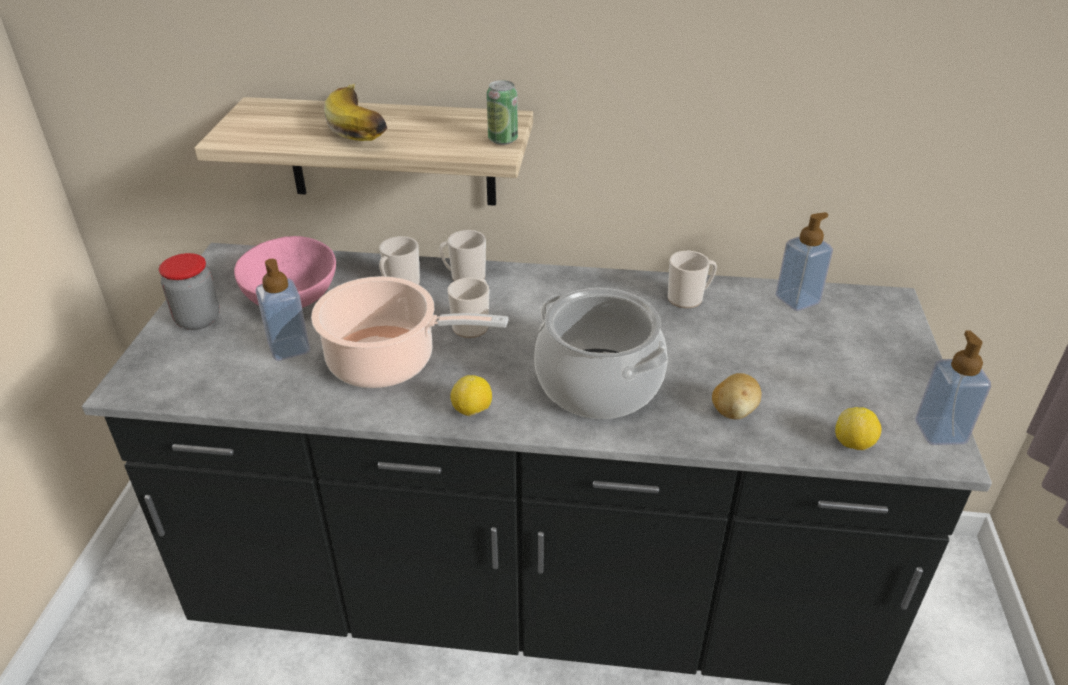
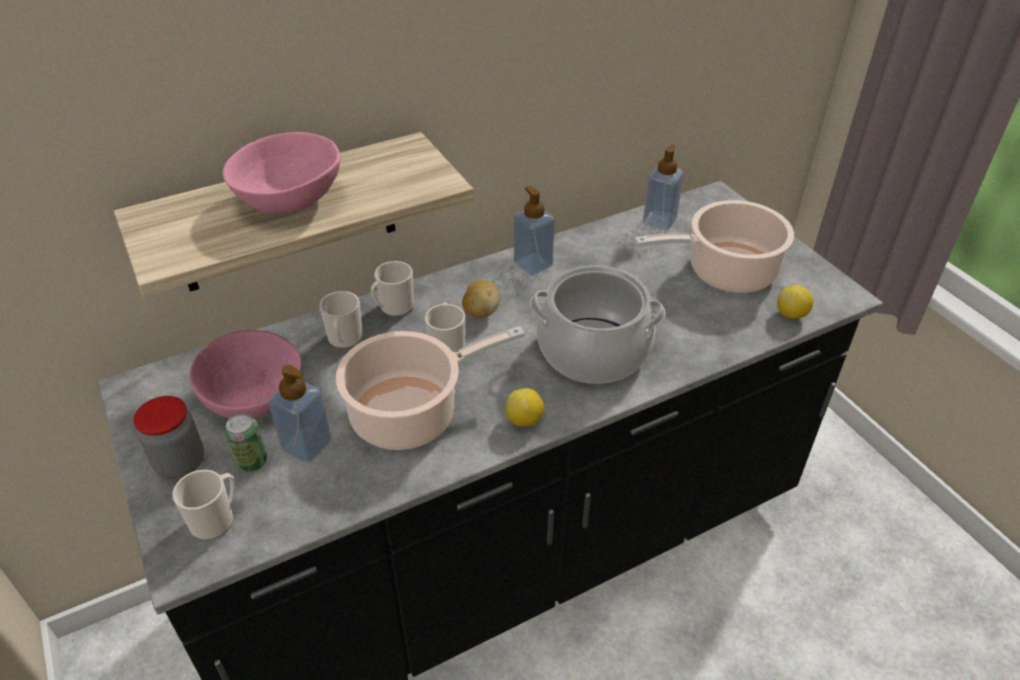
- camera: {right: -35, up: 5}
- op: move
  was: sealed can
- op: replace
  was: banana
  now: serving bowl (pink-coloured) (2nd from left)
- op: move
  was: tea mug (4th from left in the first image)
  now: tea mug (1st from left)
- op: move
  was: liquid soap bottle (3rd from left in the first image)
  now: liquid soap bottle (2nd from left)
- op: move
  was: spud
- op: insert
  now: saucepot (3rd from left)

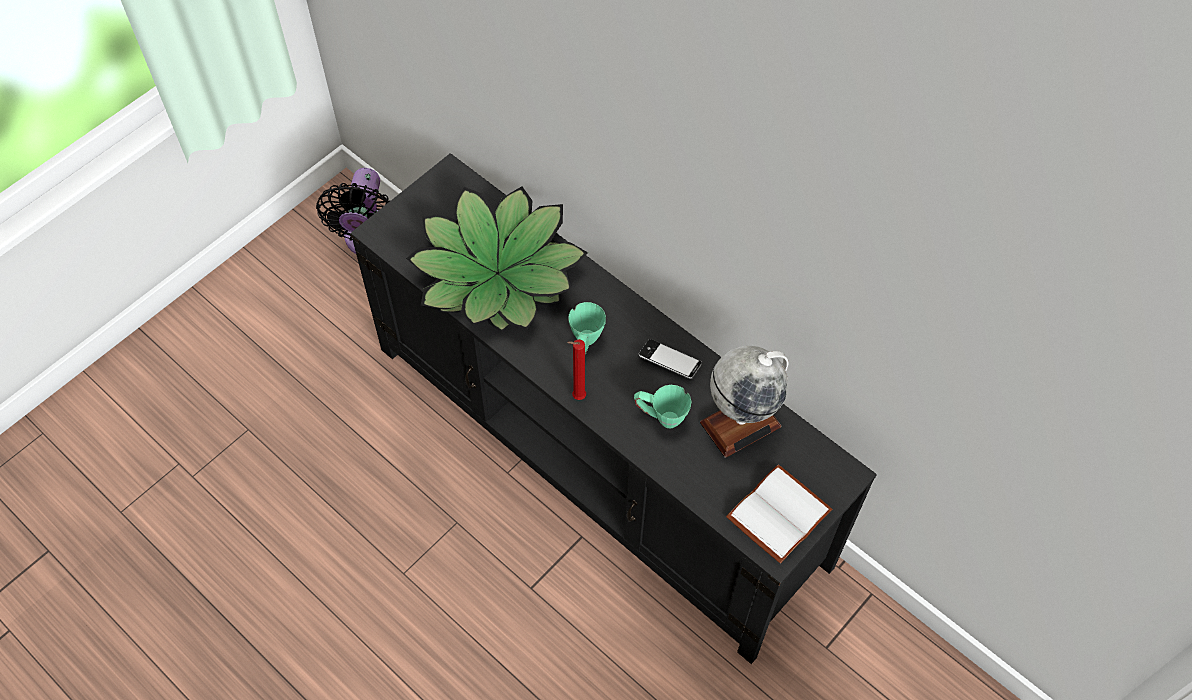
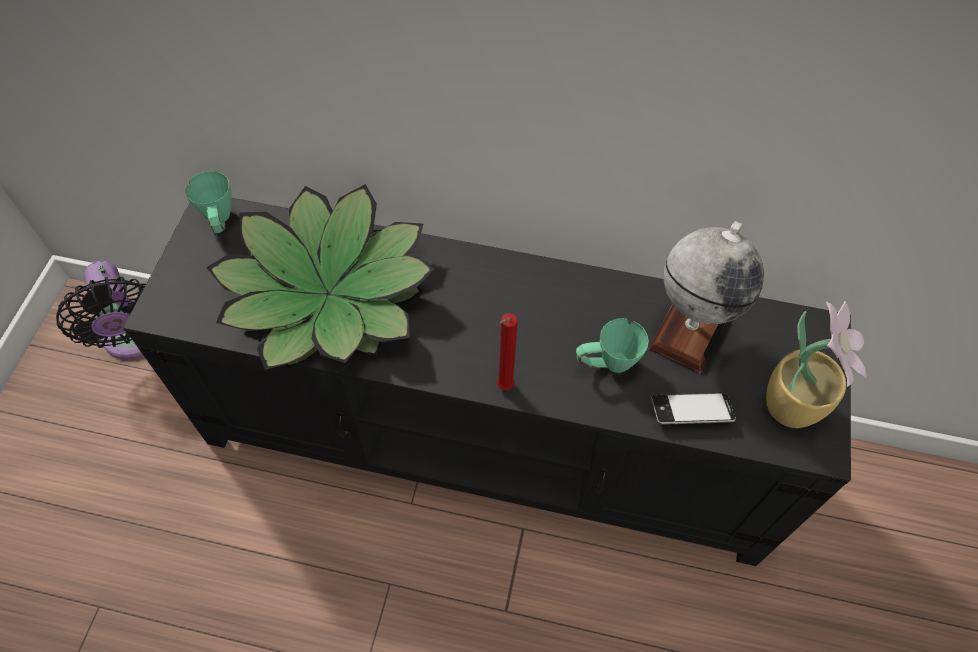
- camera: {right: -30, up: 0}
- op: move
  was: tea mug (greenish) (1st from left)
- op: move
  was: handset
- op: replace
  was: book (white)
  now: plant in a pot (2nd from left)

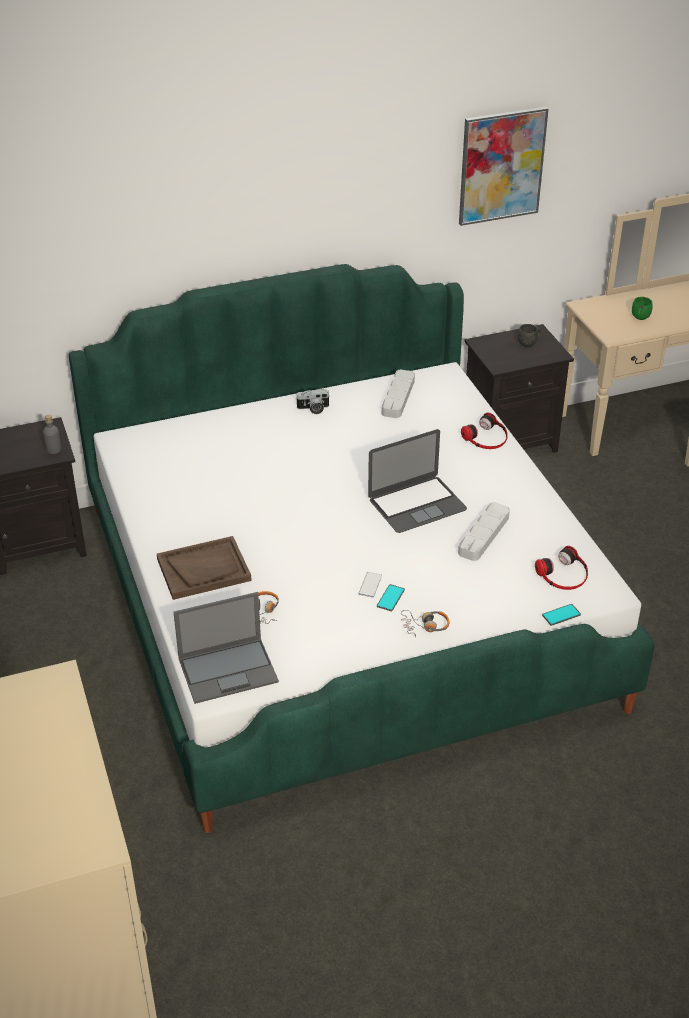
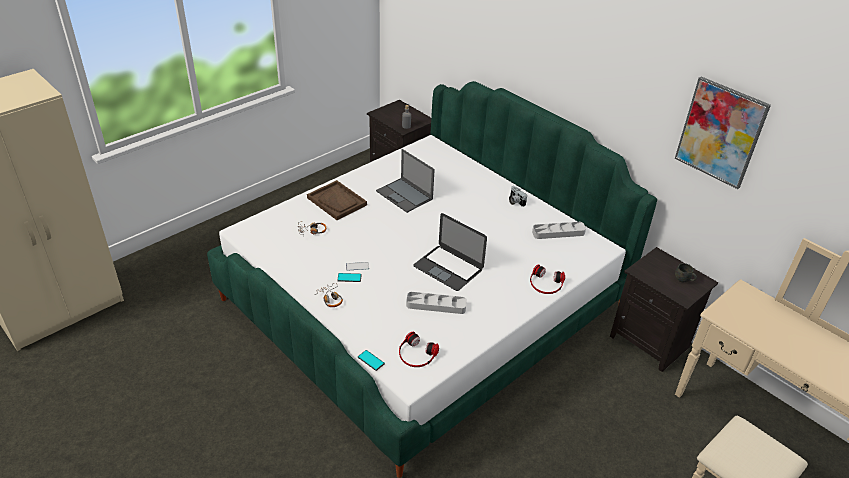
- camera: {right: 65, up: 0}
- op: delete
  was: tea mug (greenish)
- op: move
  was: laptop (1st from left)

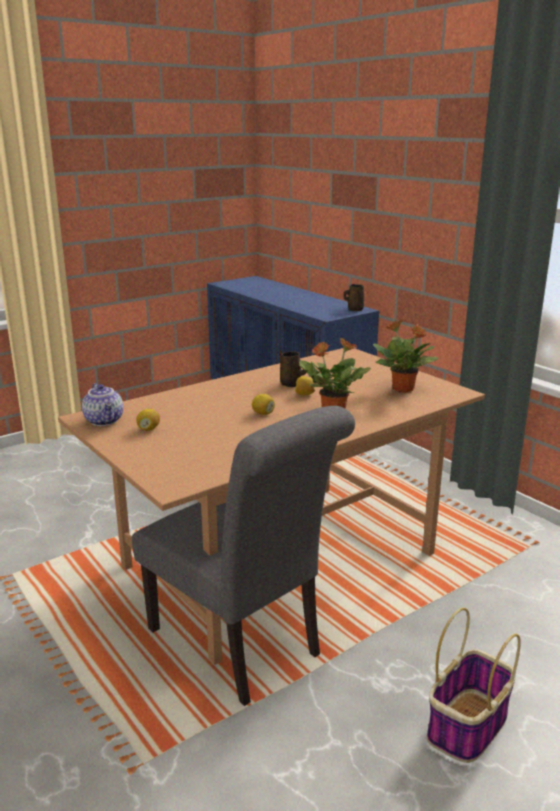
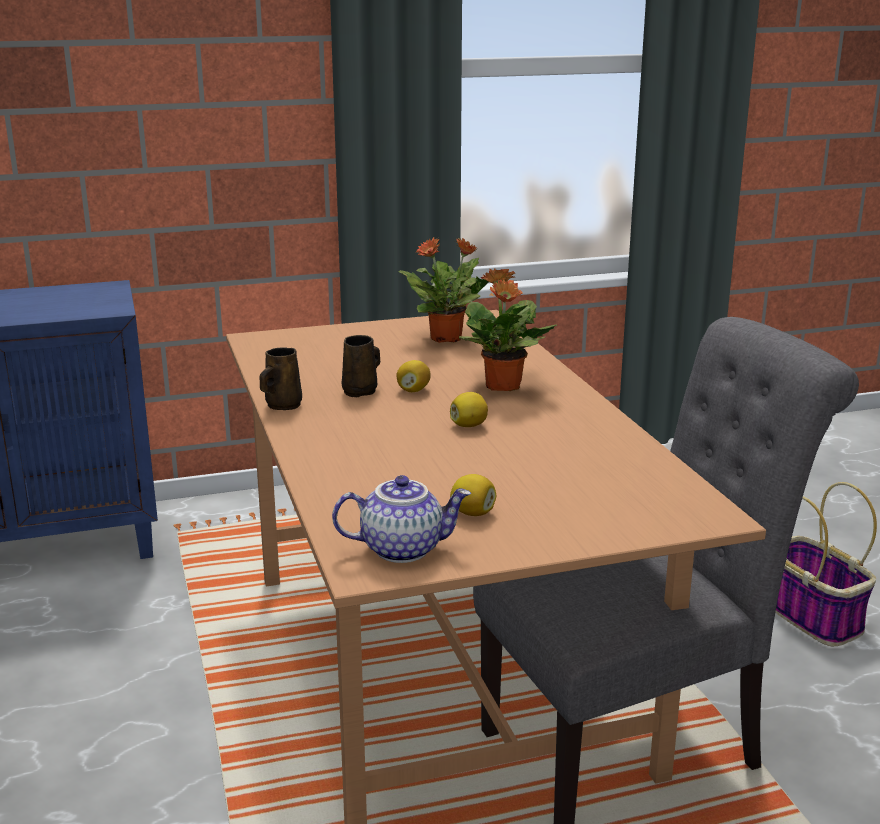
- camera: {right: -70, up: 0}
- op: move
  was: tea mug (brown) (2nd from left in the first image)
  now: tea mug (brown) (1st from left)

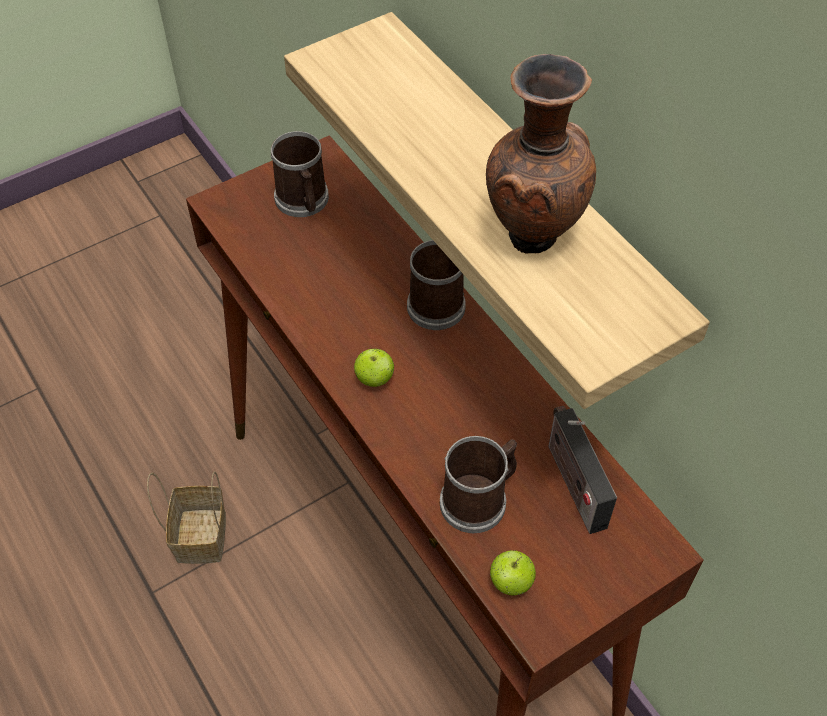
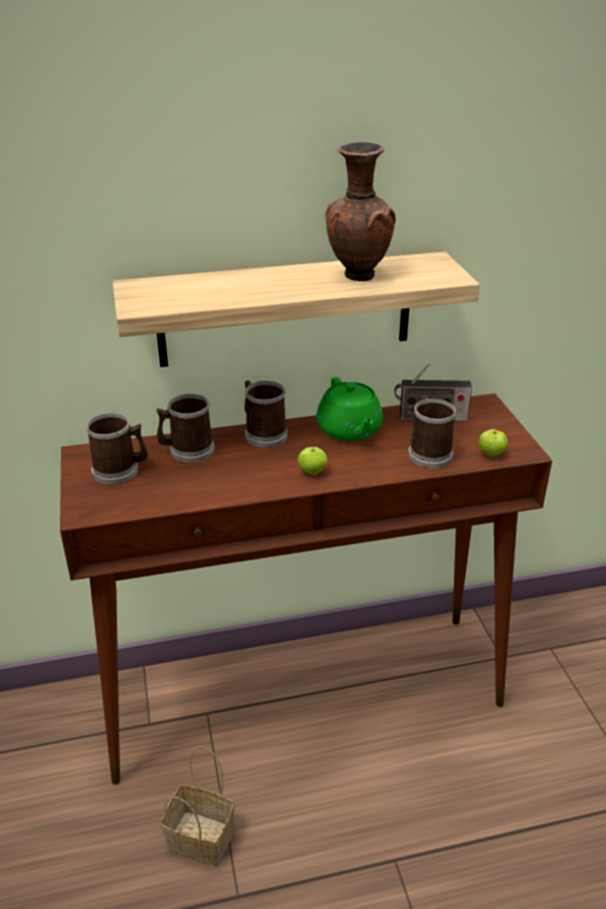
- camera: {right: -70, up: -20}
- op: insert
  now: teapot (greenish)
- op: insert
  now: tea mug (2nd from left)

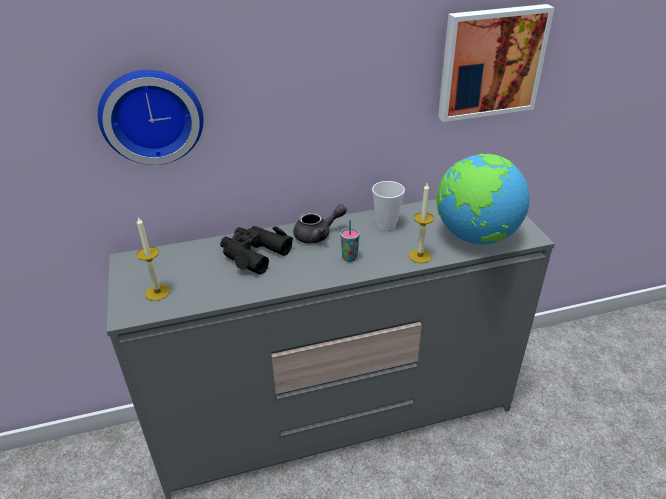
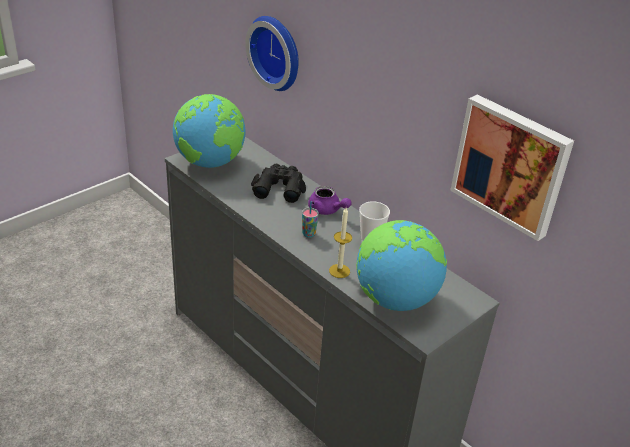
- camera: {right: 60, up: 0}
- op: recolor
  was: teapot (grey)
  now: teapot (purplish)
- op: replace
  was: wax light (1st from left)
  now: desk globe (1st from left)

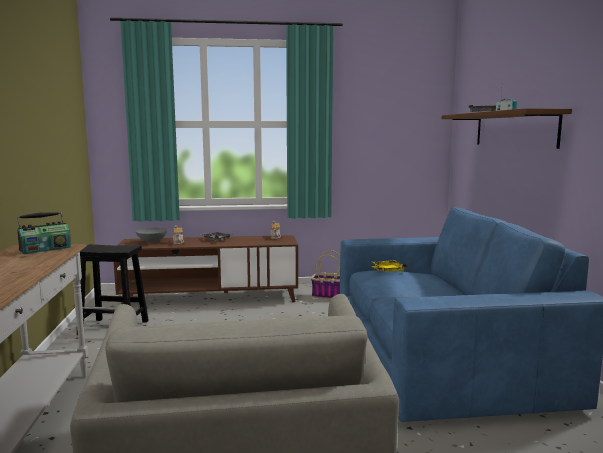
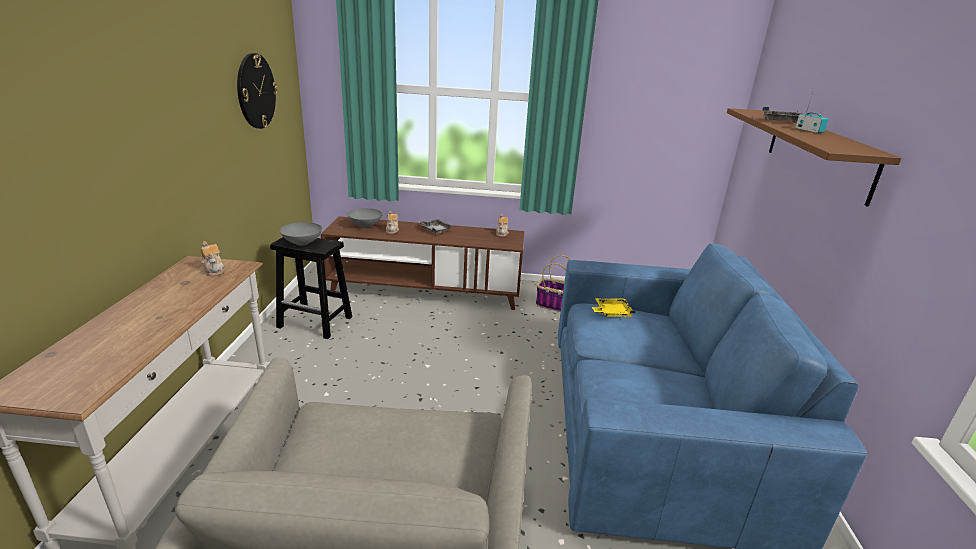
- camera: {right: 10, up: 15}
- op: replace
  was: radio receiver (1st from left)
  now: teapot (1st from left)
- op: insert
  now: wall clock
- op: insert
  now: serving bowl (grey) (1st from left)

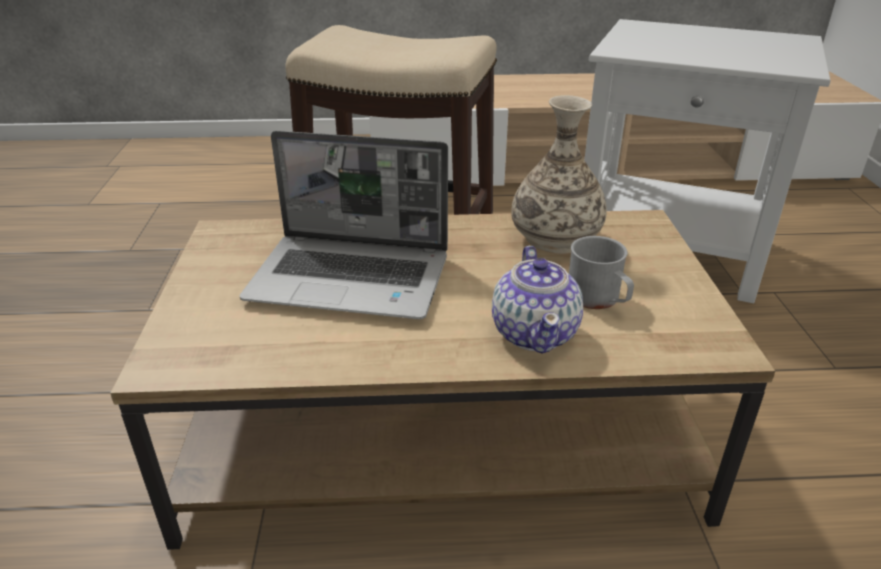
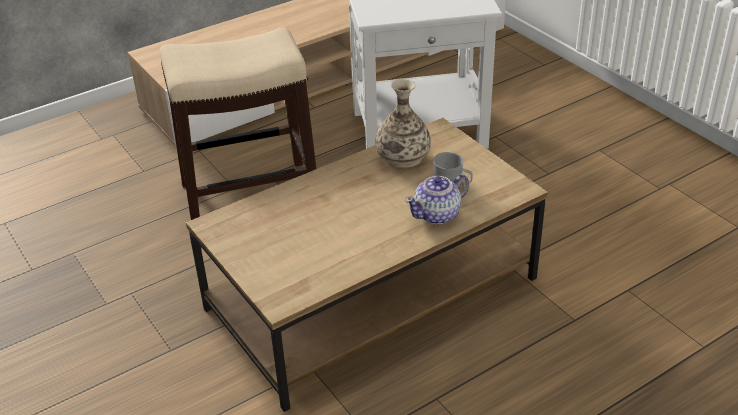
- camera: {right: -30, up: 5}
- op: delete
  was: laptop
- op: rotate
  was: teapot
  clockwise: 90

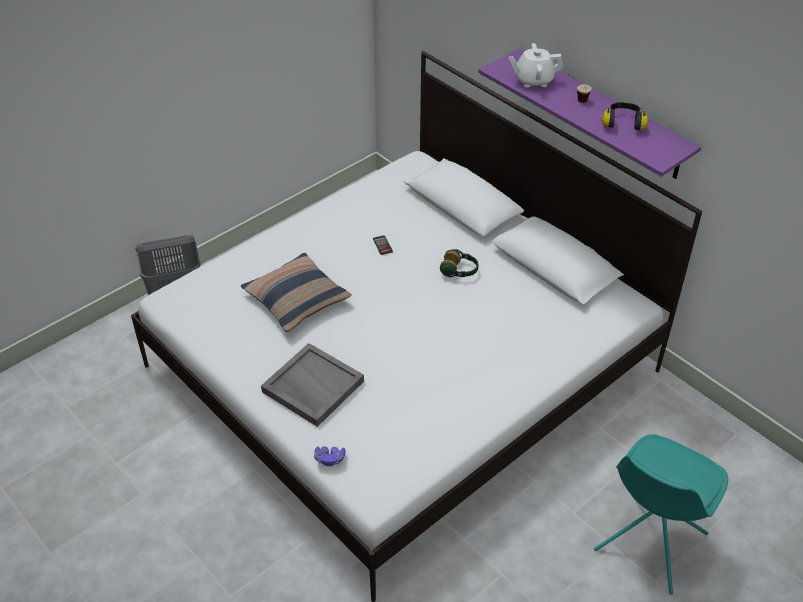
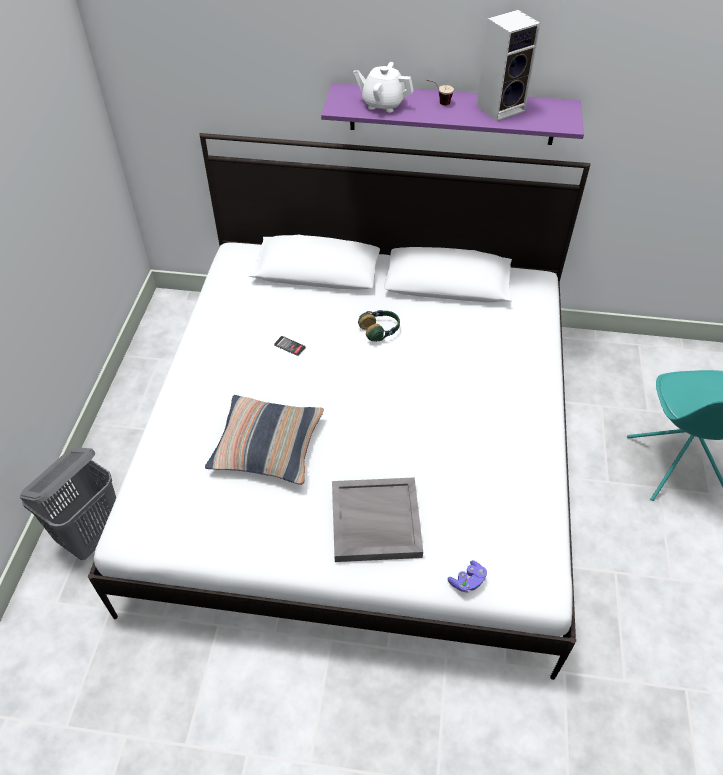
- camera: {right: -40, up: 5}
- op: rotate
  was: teapot (white)
  clockwise: 60
- op: replace
  was: headphones (2nd from left)
  now: audio speaker

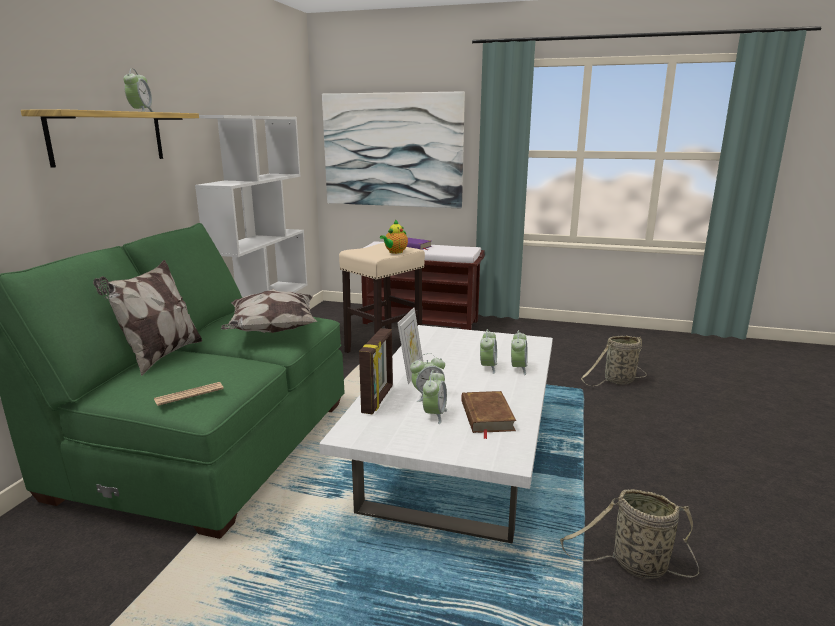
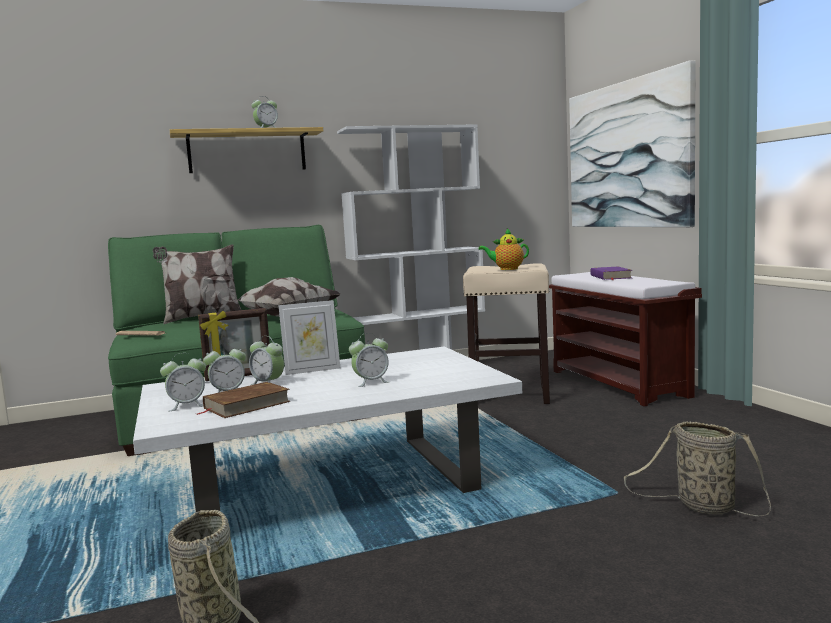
- camera: {right: 55, up: -10}
- op: move
  was: table clock (5th from left in the first image)
  now: table clock (1st from left)

